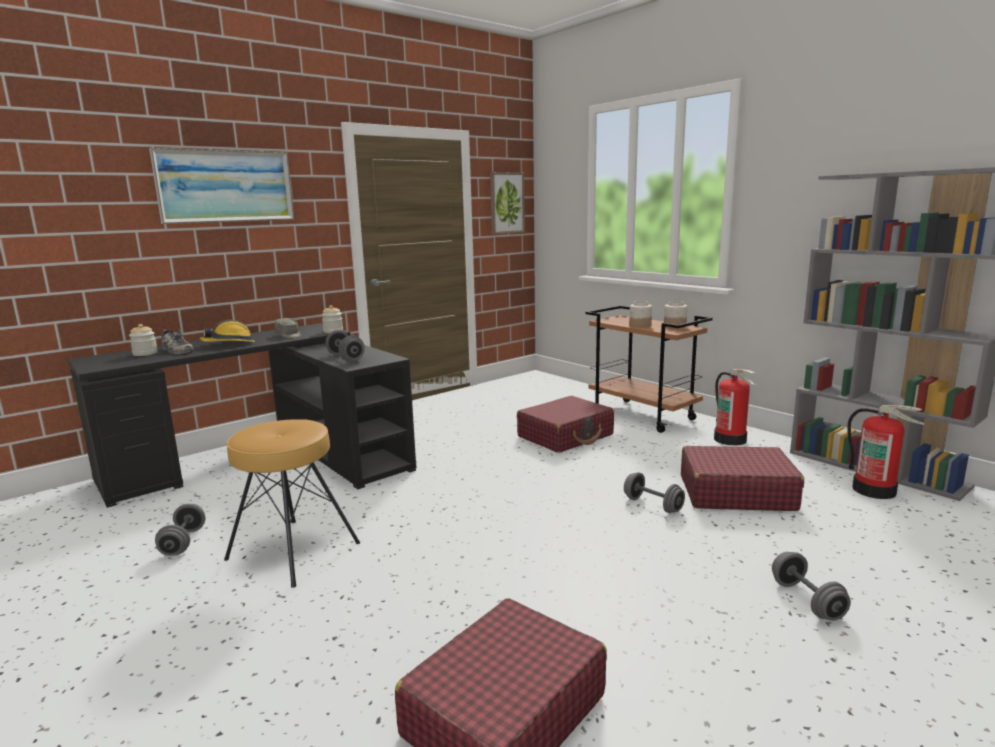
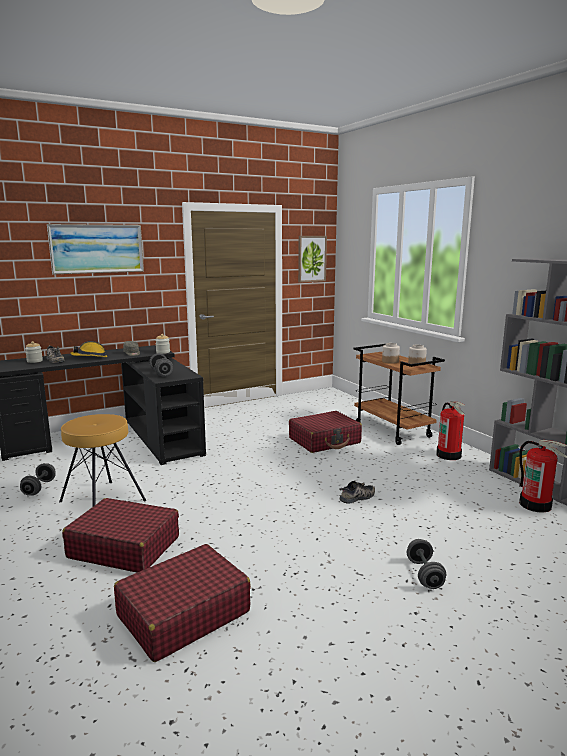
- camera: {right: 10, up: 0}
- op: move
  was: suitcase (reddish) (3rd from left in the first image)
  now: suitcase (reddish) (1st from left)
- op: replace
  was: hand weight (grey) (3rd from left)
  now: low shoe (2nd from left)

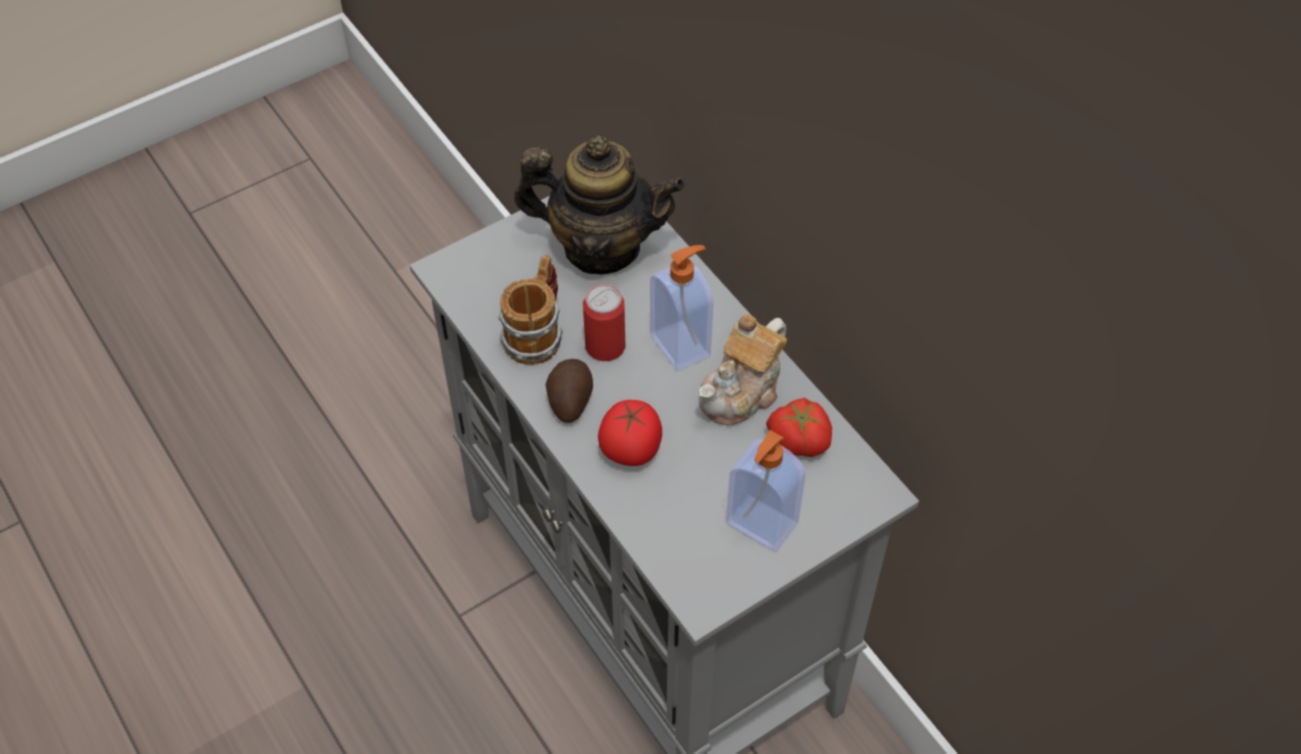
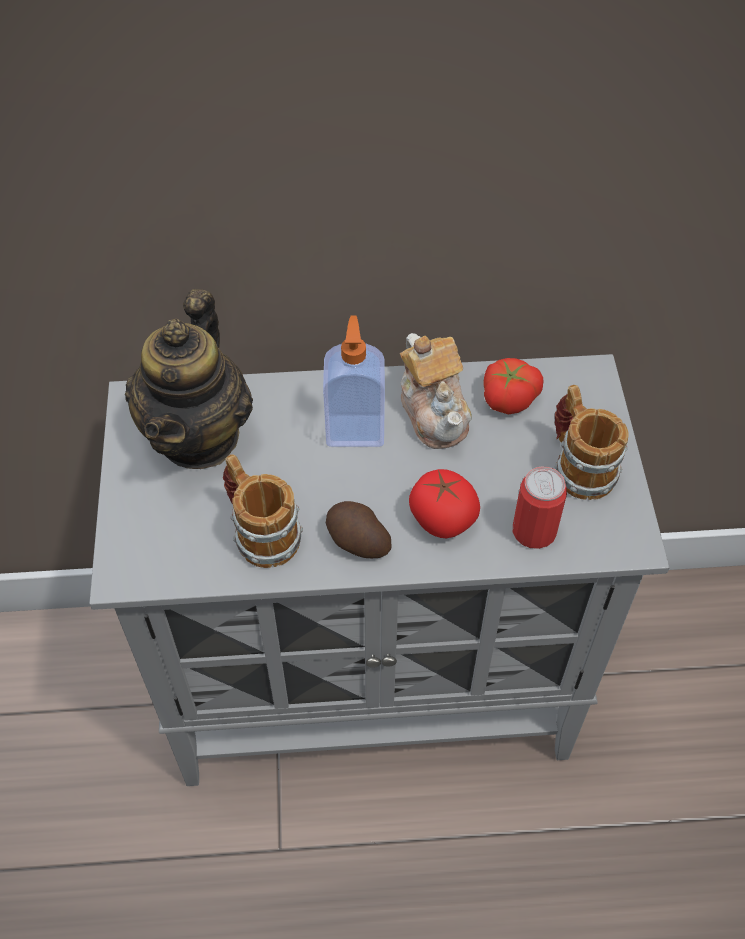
- camera: {right: -60, up: 0}
- op: rotate
  was: teapot (1st from left)
  clockwise: 150
- op: move
  was: sealed can
- op: replace
  was: liquid soap bottle (2nd from left)
  now: tea mug (2nd from left)

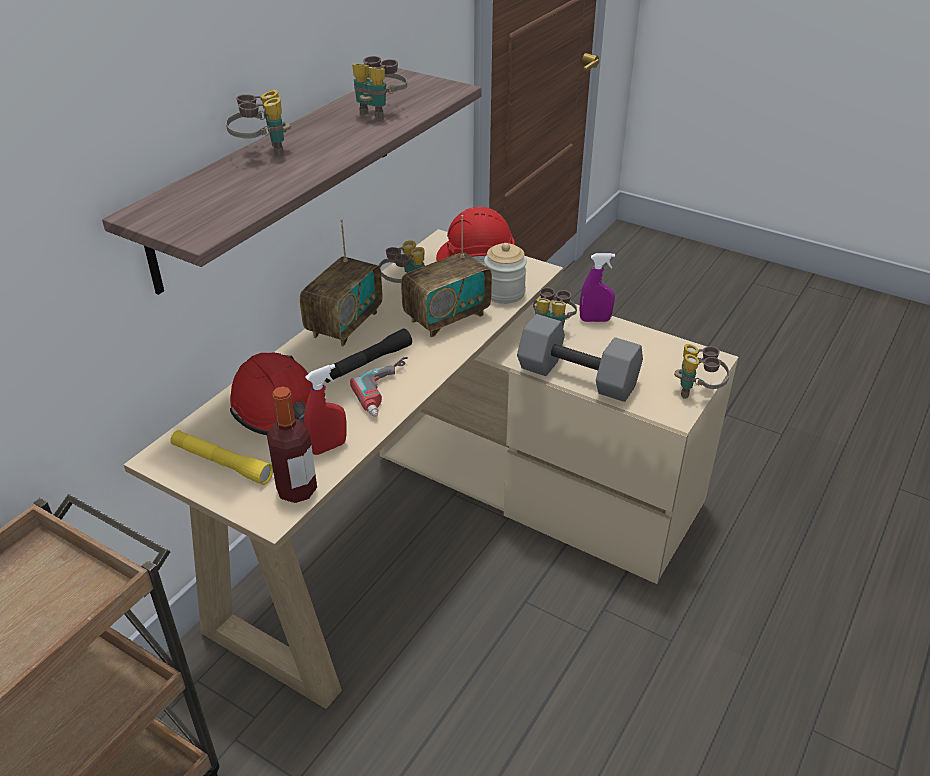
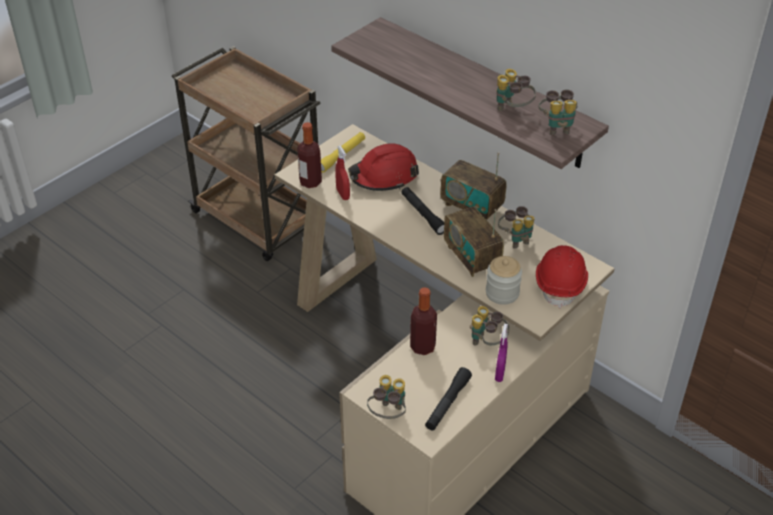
- camera: {right: 100, up: 5}
- op: move
  was: pair of binoculars (1st from left in the first image)
  now: pair of binoculars (5th from left)
- op: replace
  was: hand weight (grey)
  now: bottle (2nd from left)
- op: delete
  was: power drill
- op: insert
  now: flashlight (blackish) (2nd from left)

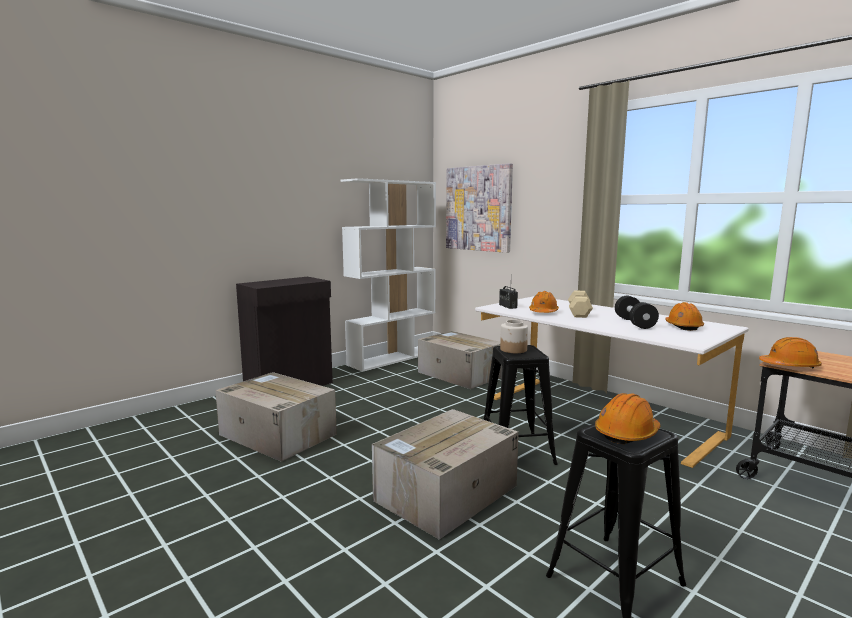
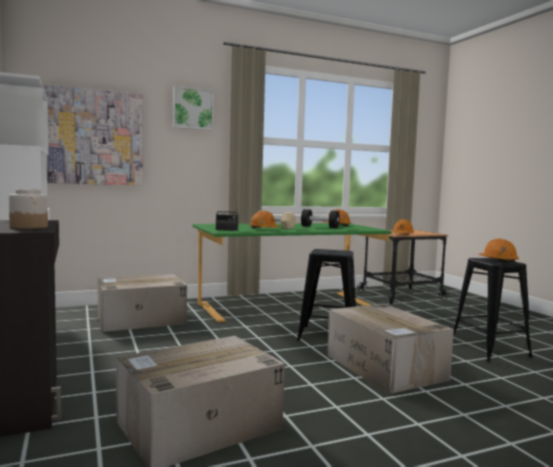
- camera: {right: -70, up: -5}
- op: recolor
  was: desk table (white)
  now: desk table (greenish)
- op: move
  was: storage jar
- op: insert
  now: wall art (2nd from left)

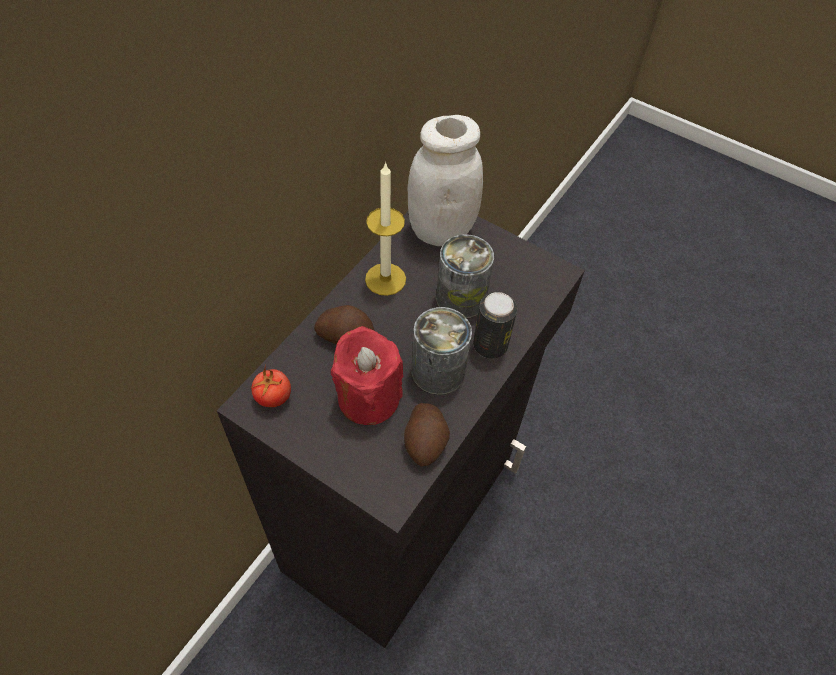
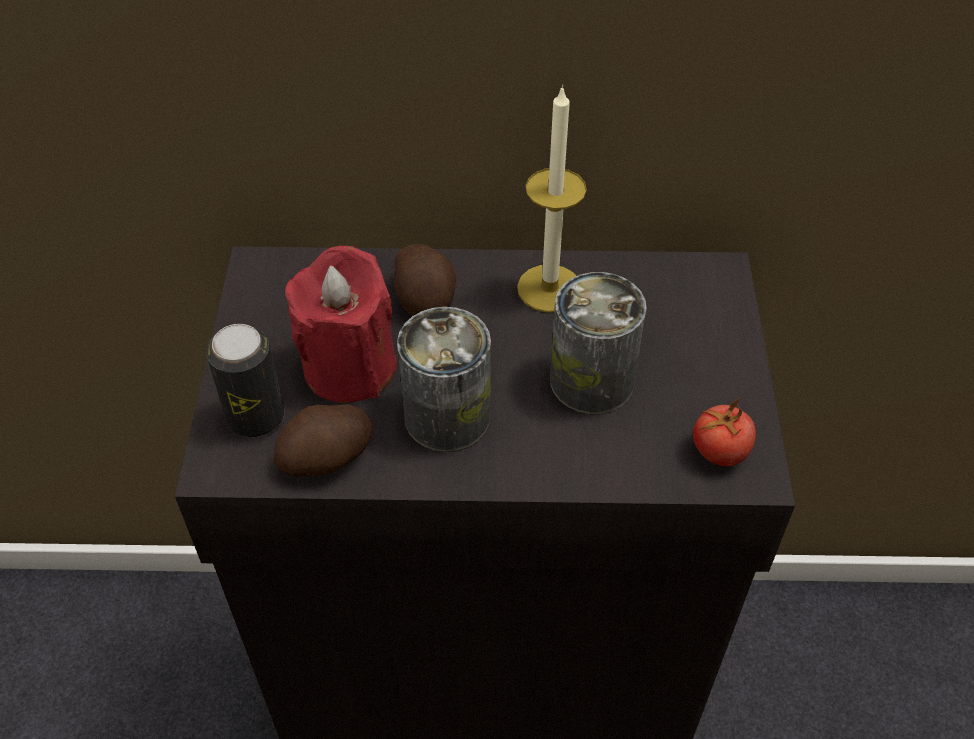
- camera: {right: 60, up: -5}
- op: delete
  was: storage jar (white)
- op: move
  was: sealed can (3rd from left in the first image)
  now: sealed can (1st from left)
- op: move
  was: fresh tomato

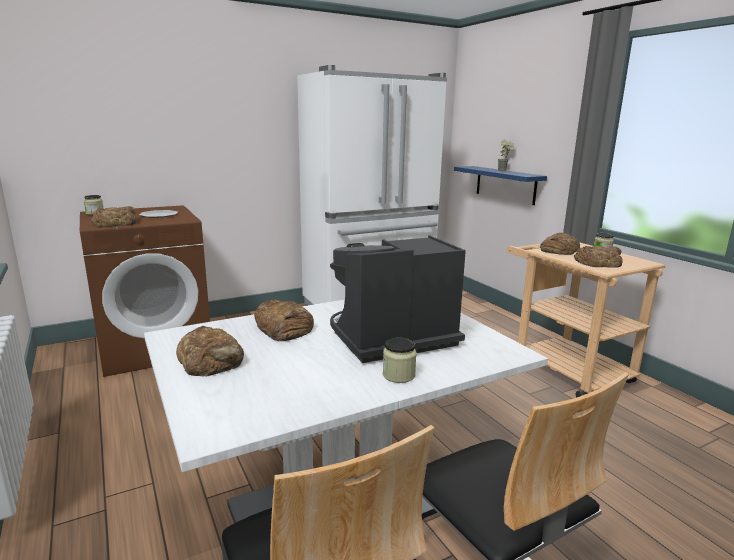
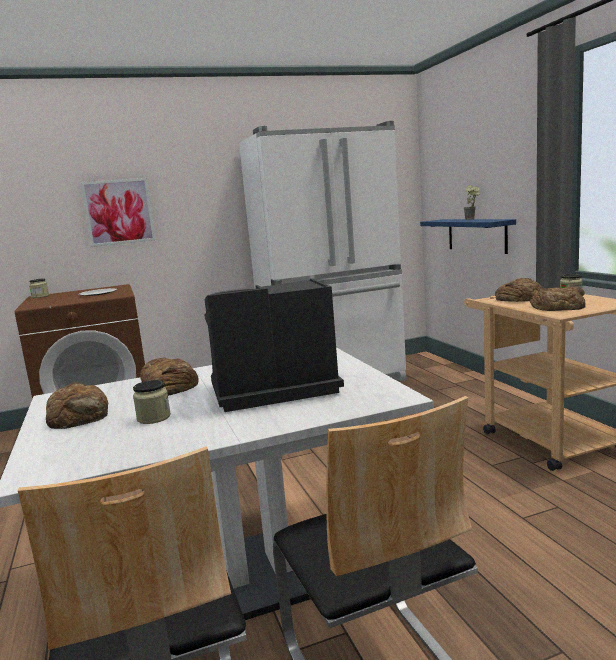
- camera: {right: 10, up: -5}
- op: delete
  was: bakery bread (1st from left)
- op: move
  was: storage jar (2nd from left)
- op: insert
  now: wall art

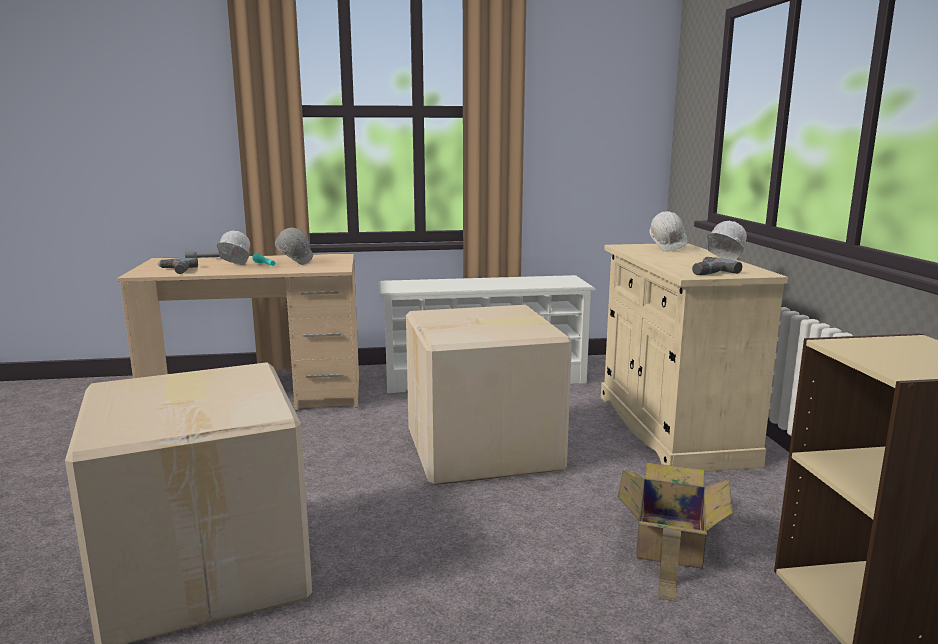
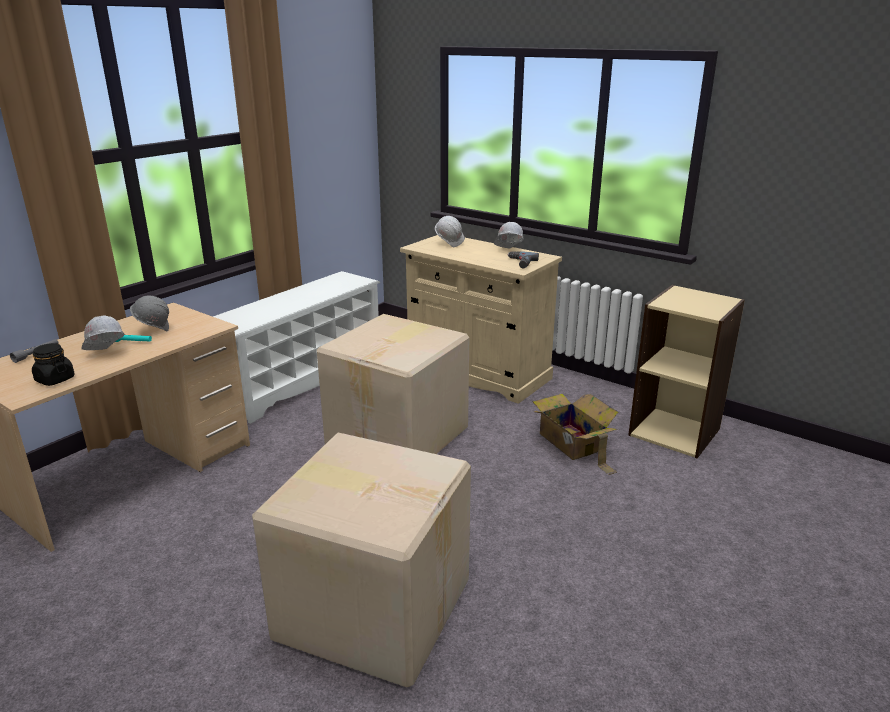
- camera: {right: -45, up: 10}
- op: replace
  was: power drill (1st from left)
  now: storage jar (blackish)

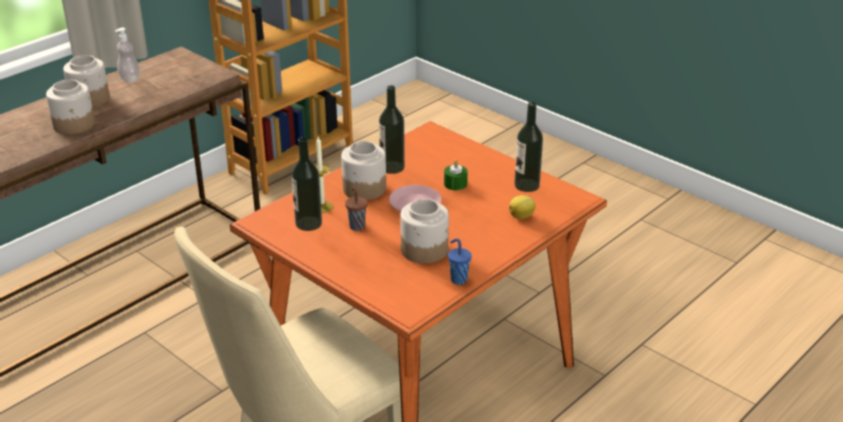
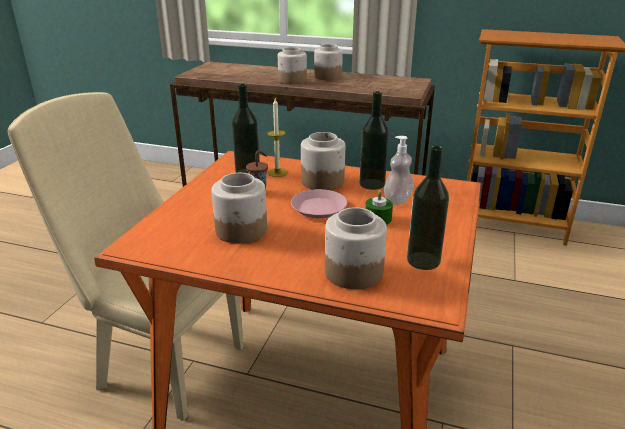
- camera: {right: 65, up: -5}
- op: move
  was: liquid soap bottle
- op: replace
  was: lemon
  now: storage jar (5th from left)
- op: delete
  was: cup (blue)

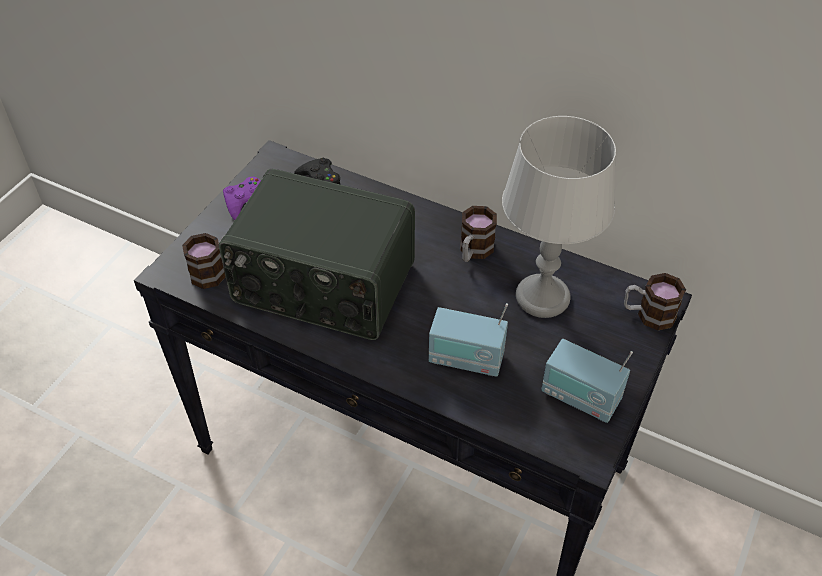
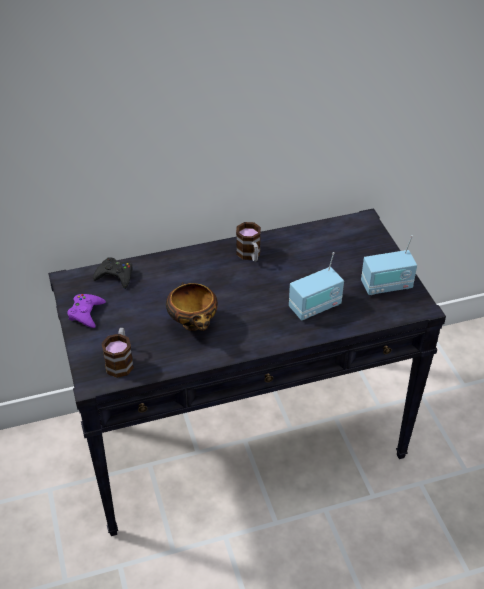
- camera: {right: -45, up: -5}
- op: delete
  was: lamp for a table (grey)
- op: replace
  was: radio receiver (1st from left)
  now: serving bowl
- op: delete
  was: tea mug (3rd from left)

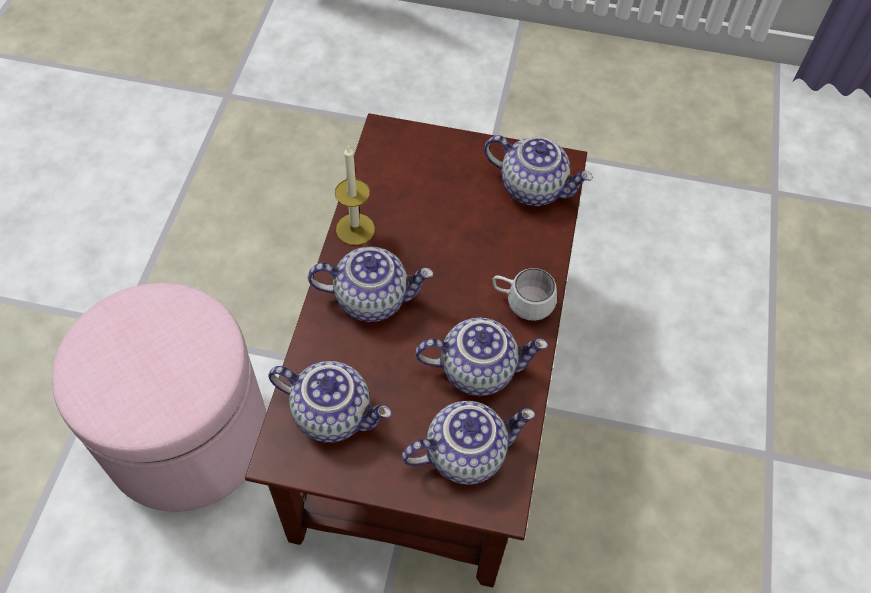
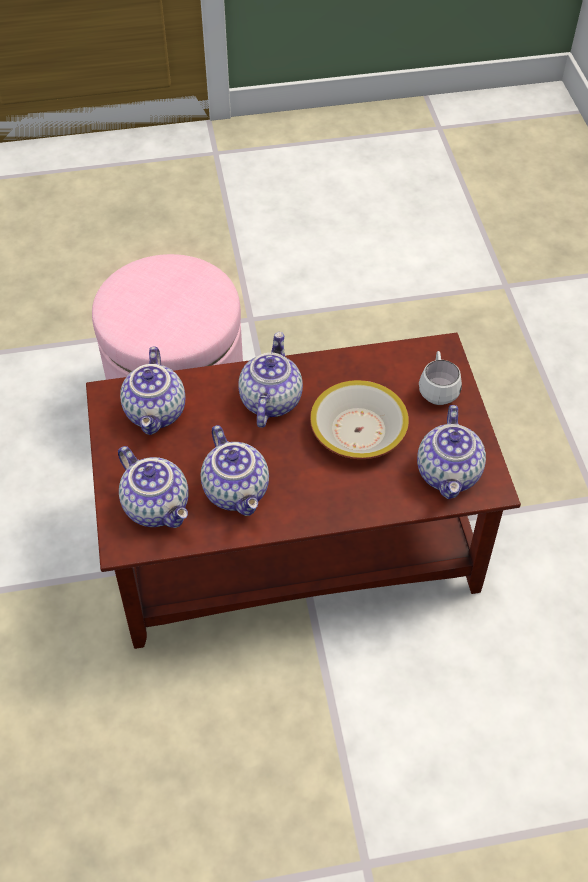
- camera: {right: 70, up: -5}
- op: delete
  was: wax light
- op: rotate
  was: teapot (2nd from left in the first image)
  clockwise: -150
- op: move
  was: tea mug (white)
- op: insert
  now: serving bowl

